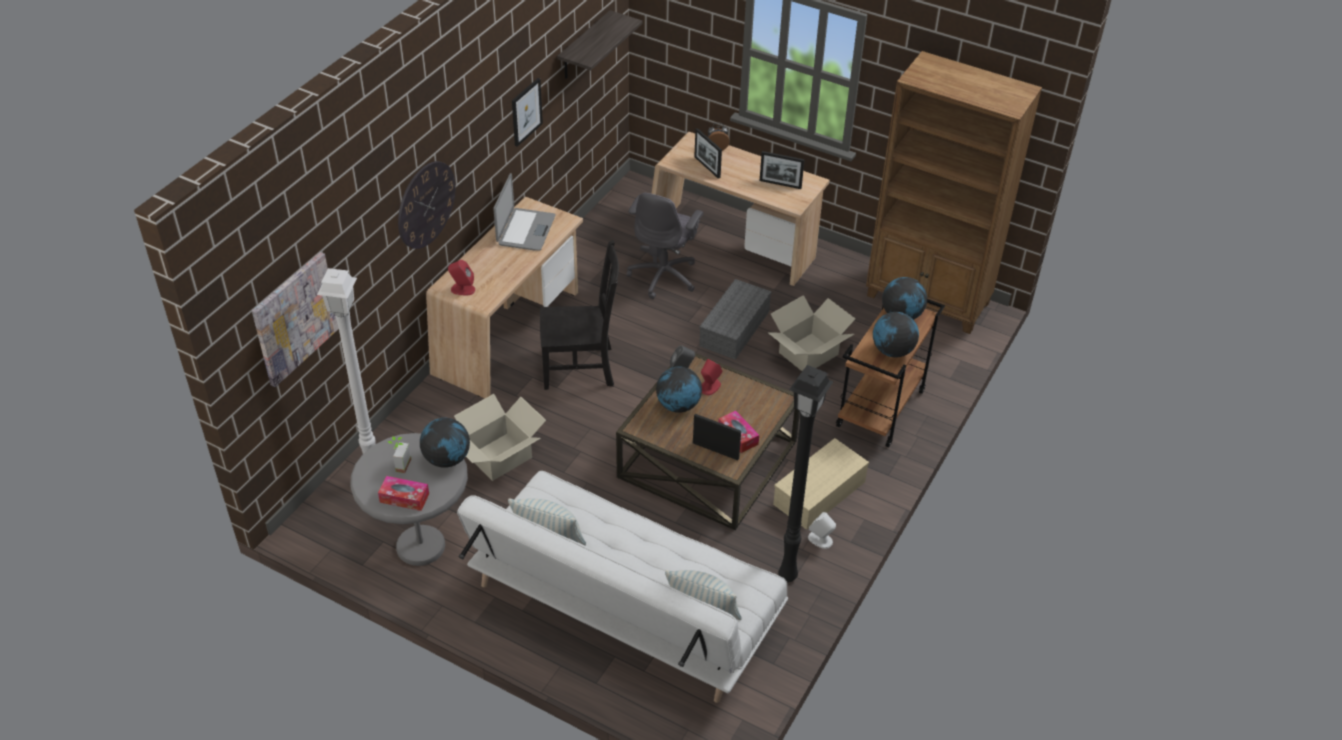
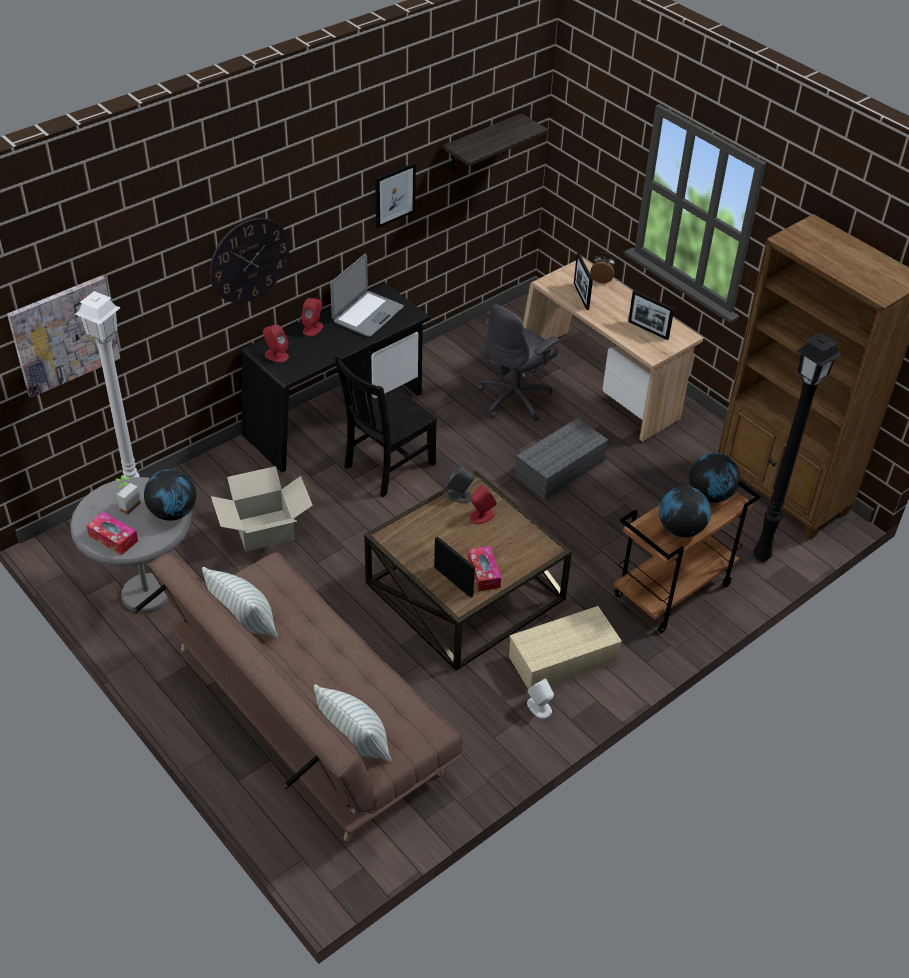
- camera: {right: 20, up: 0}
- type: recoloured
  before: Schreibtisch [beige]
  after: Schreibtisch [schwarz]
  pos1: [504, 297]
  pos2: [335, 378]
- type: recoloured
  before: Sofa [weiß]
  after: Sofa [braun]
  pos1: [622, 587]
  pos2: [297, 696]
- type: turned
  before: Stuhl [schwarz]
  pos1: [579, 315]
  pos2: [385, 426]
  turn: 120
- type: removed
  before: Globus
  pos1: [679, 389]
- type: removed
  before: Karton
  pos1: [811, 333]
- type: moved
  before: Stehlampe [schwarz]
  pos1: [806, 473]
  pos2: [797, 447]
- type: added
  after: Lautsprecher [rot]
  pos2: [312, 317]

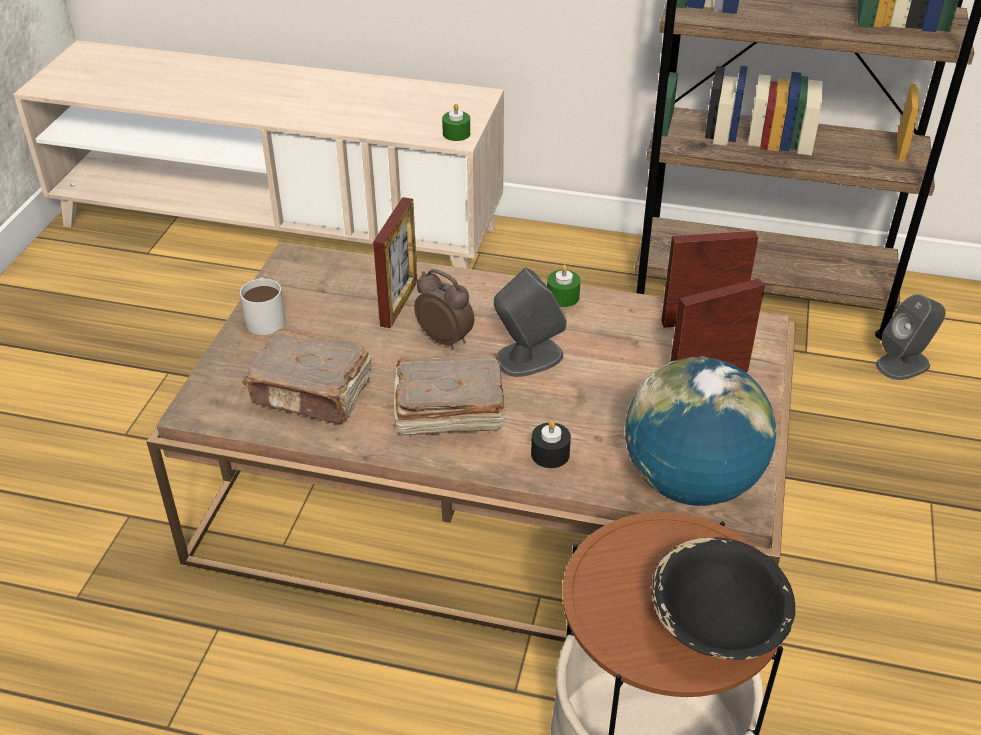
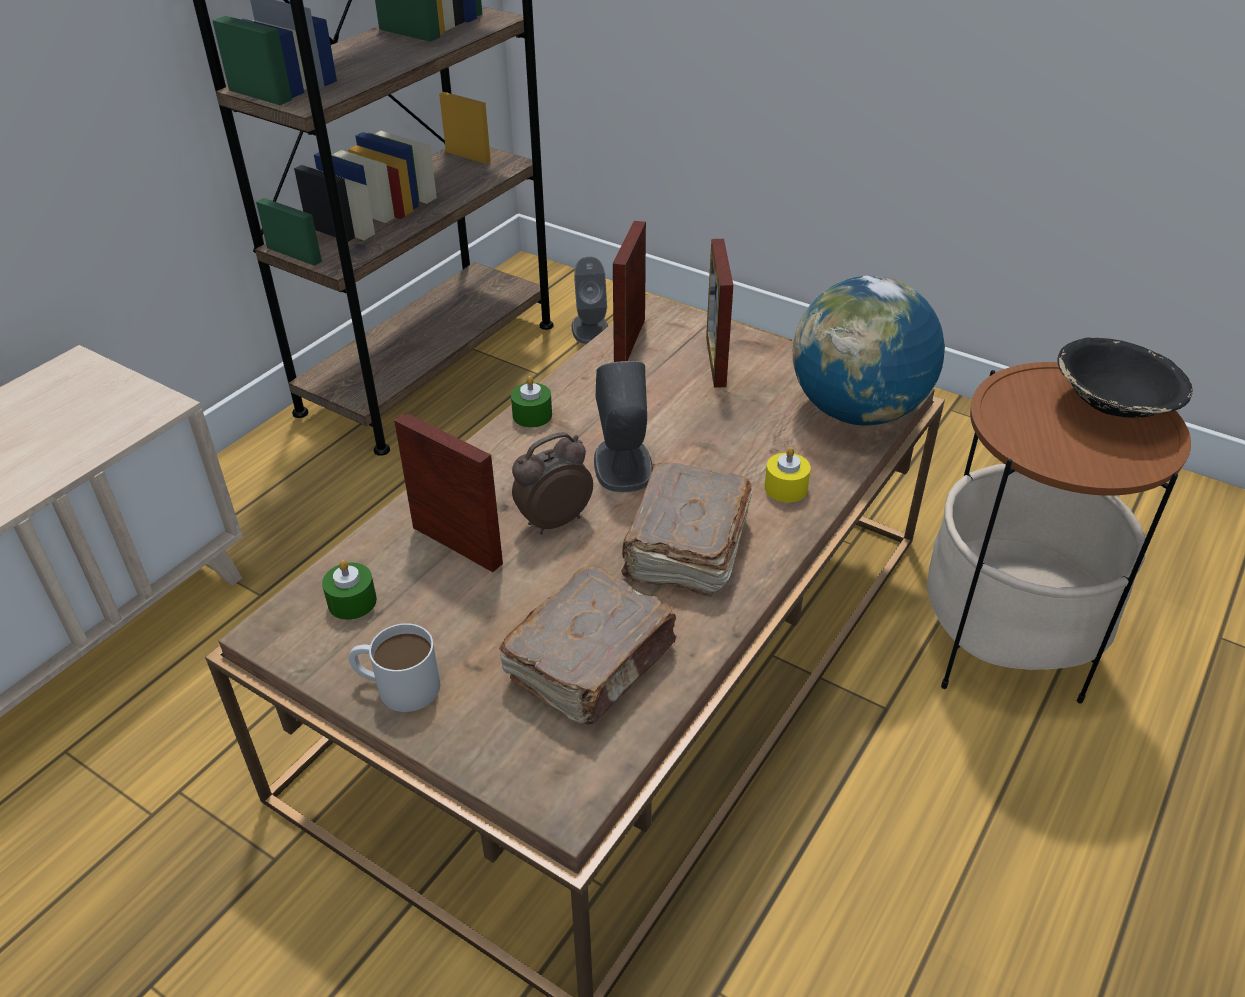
- camera: {right: -70, up: 0}
- type: moved
  before: Kerze [grün]
  pos1: [456, 122]
  pos2: [349, 590]
- type: recoloured
  before: Kerze [schwarz]
  after: Kerze [gelb]
  pos1: [551, 444]
  pos2: [787, 474]

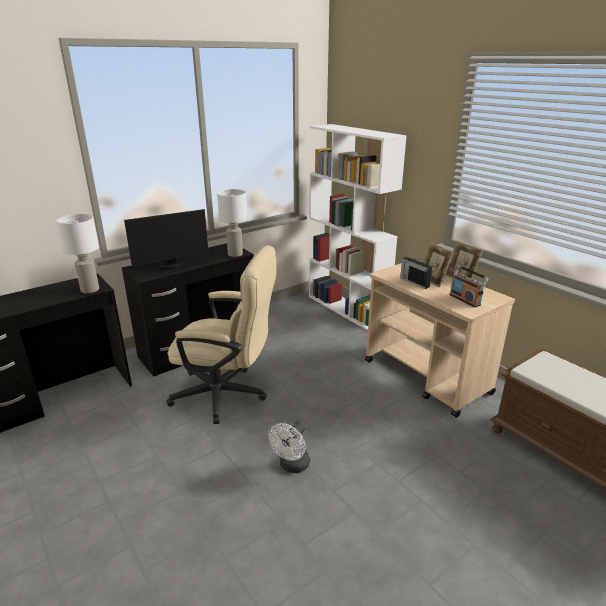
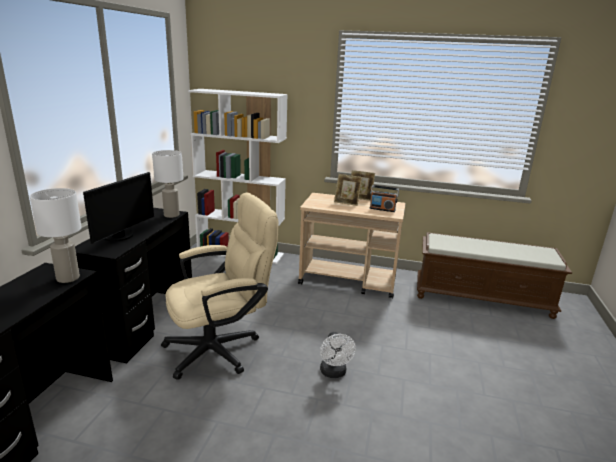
- camera: {right: -40, up: -5}
- type: removed
  before: Radio
  pos1: [416, 273]

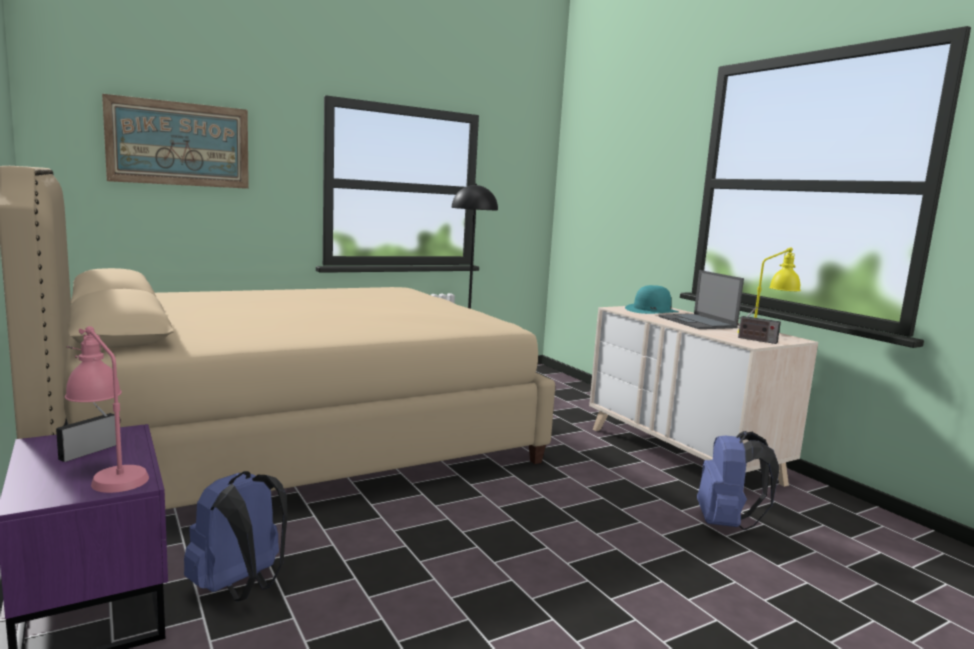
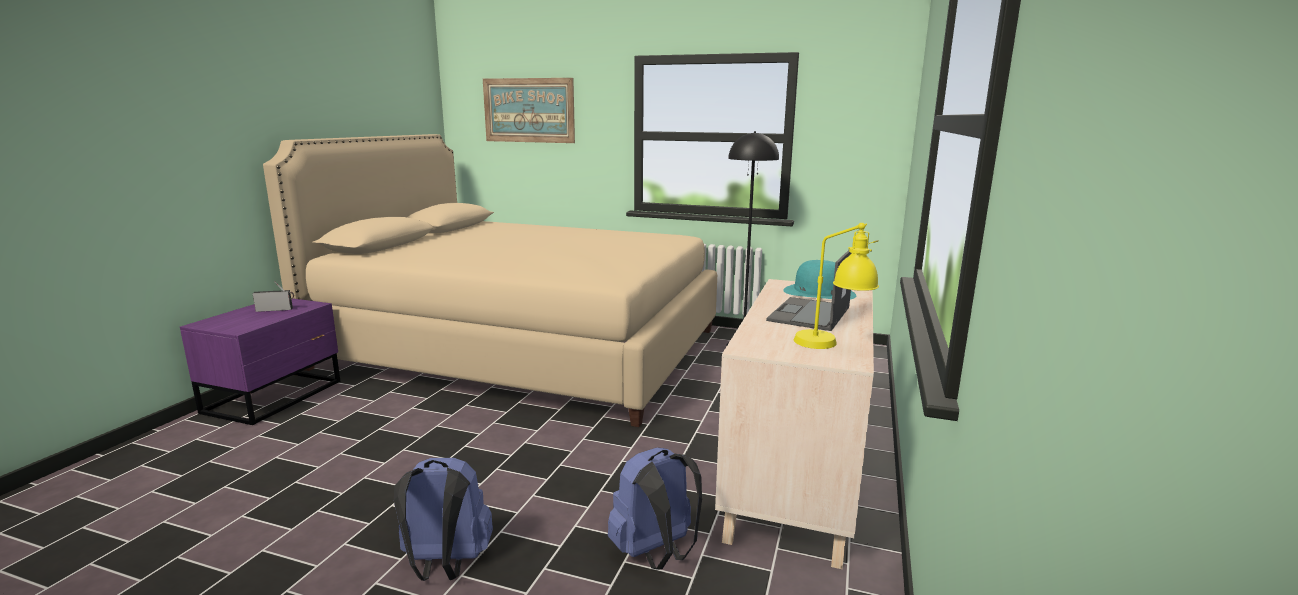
- camera: {right: 50, up: 5}
- type: removed
  before: Tischlampe [rosa]
  pos1: [107, 409]
- type: moved
  before: Rucksack [blau]
  pos1: [236, 536]
  pos2: [443, 519]
- type: removed
  before: Radio
  pos1: [759, 325]

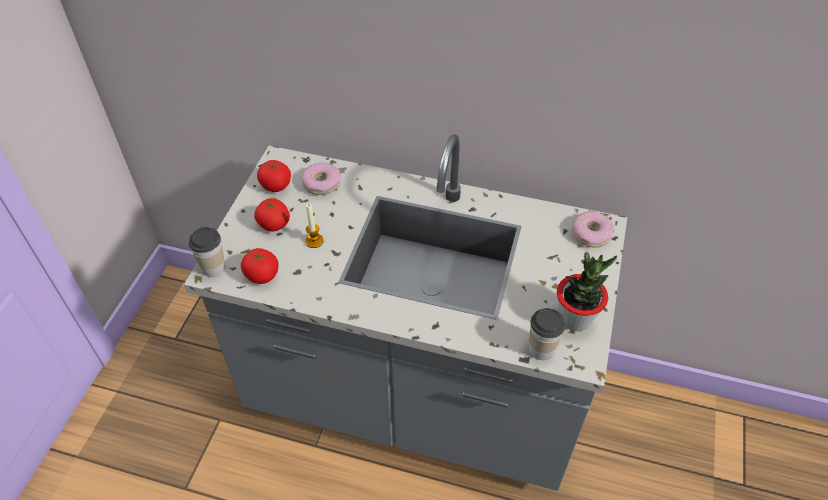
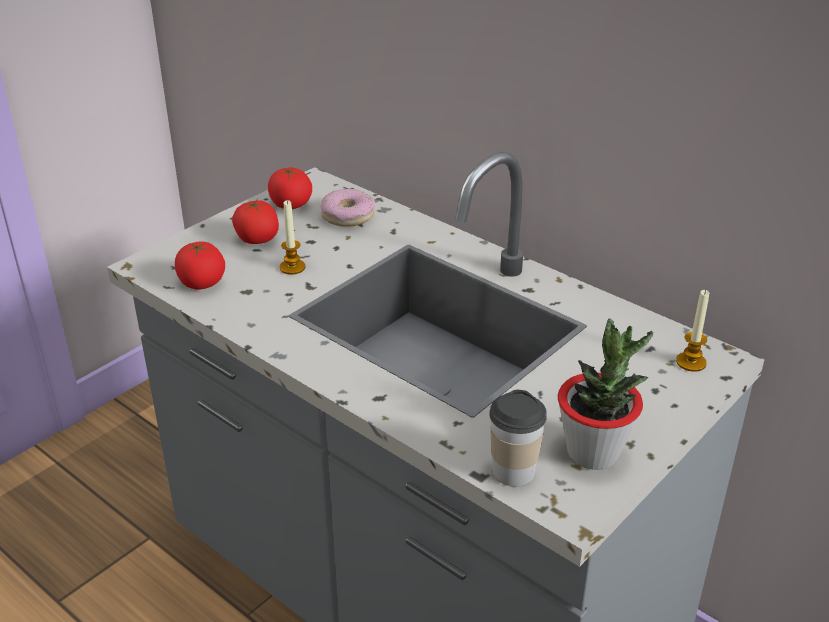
- camera: {right: 25, up: -15}
- type: removed
  before: Tasse
  pos1: [207, 252]
- type: replaced
  before: Donut
  after: Kerze
  pos1: [593, 229]
  pos2: [692, 331]

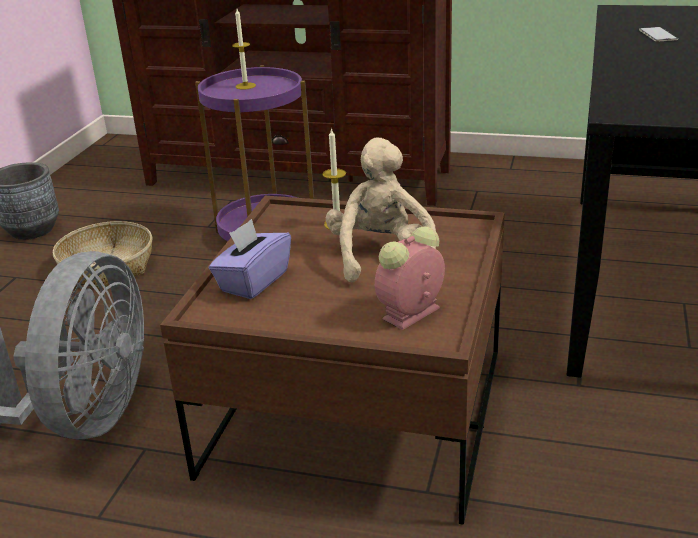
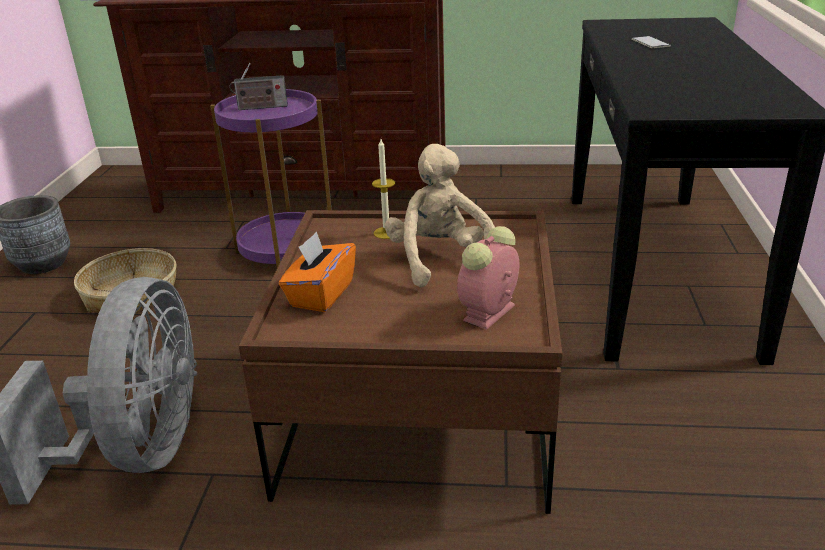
- camera: {right: -10, up: 0}
- type: recoloured
  before: Taschentuchbox [lila]
  after: Taschentuchbox [orange]
  pos1: [250, 259]
  pos2: [317, 271]
- type: replaced
  before: Kerze
  after: Radio
  pos1: [244, 49]
  pos2: [258, 86]

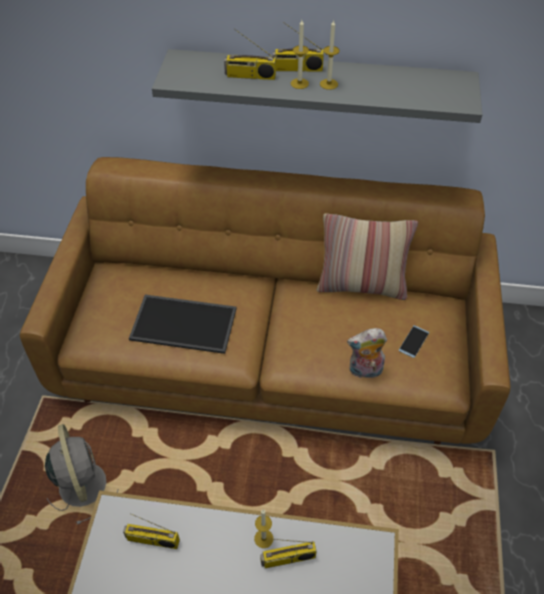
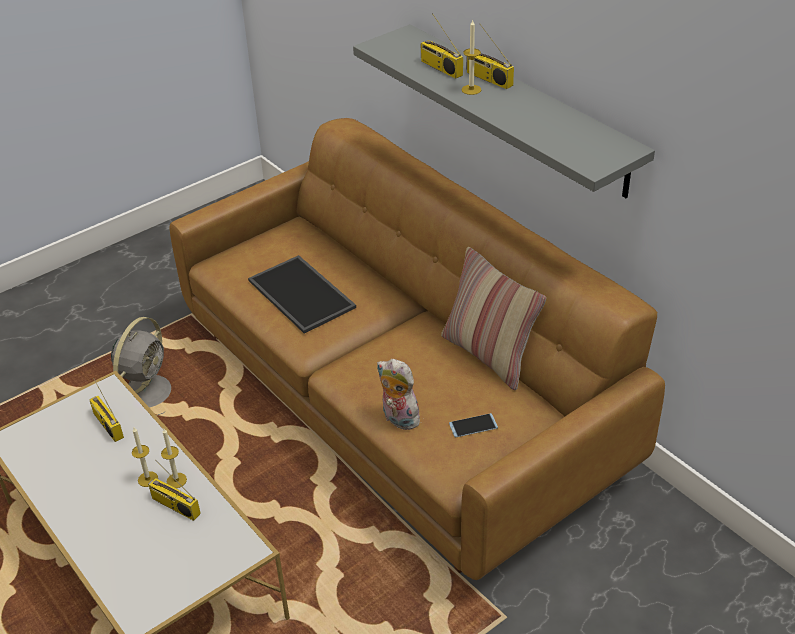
- camera: {right: 45, up: -10}
- type: moved
  before: Kerze
  pos1: [329, 54]
  pos2: [145, 457]

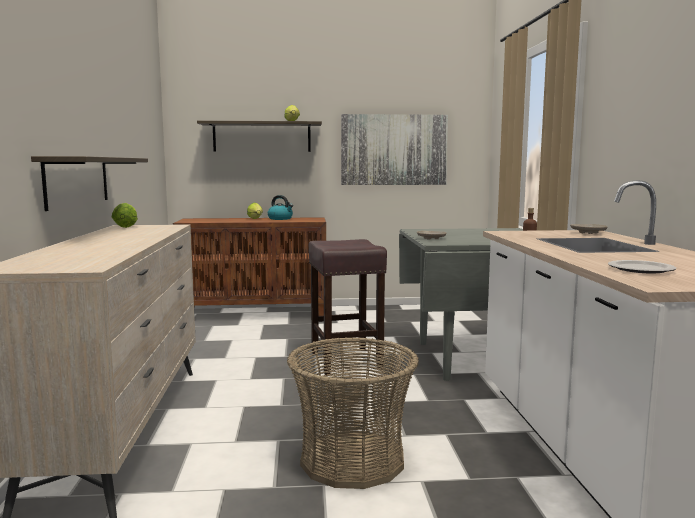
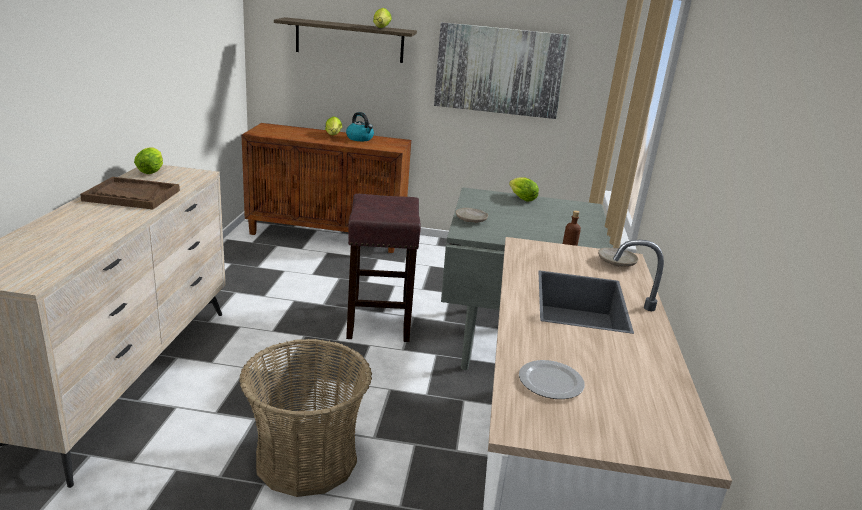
- camera: {right: 10, up: 15}
- type: removed
  before: Wandregal
  pos1: [89, 183]
- type: added
  after: Tablett [braun]
  pos2: [130, 193]
- type: added
  after: Salatkopf
  pos2: [524, 189]

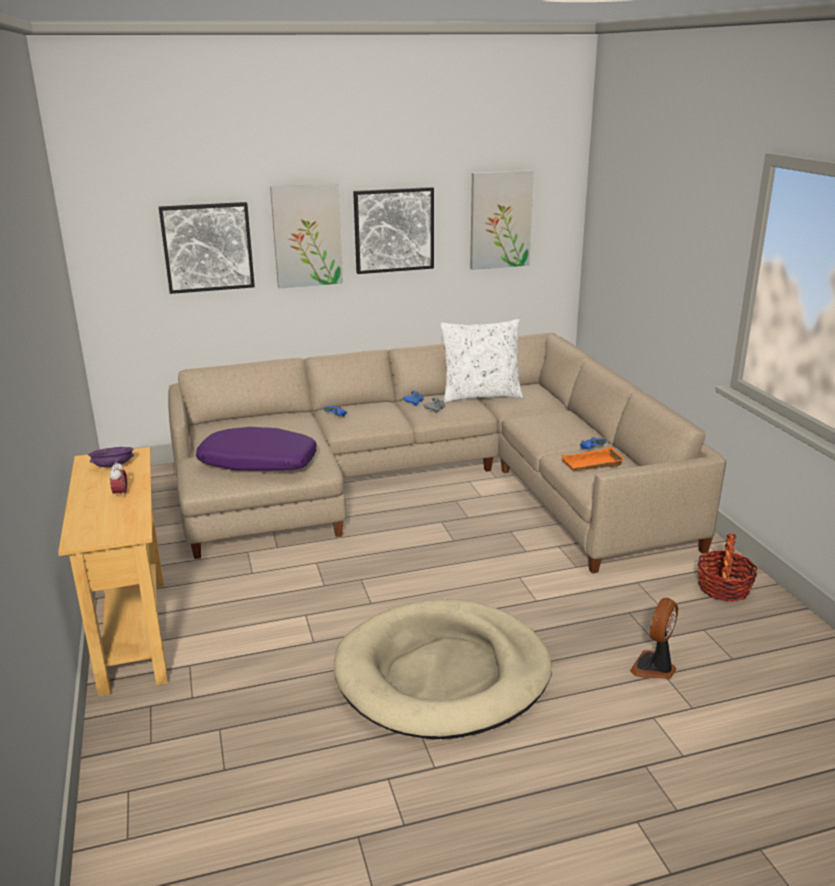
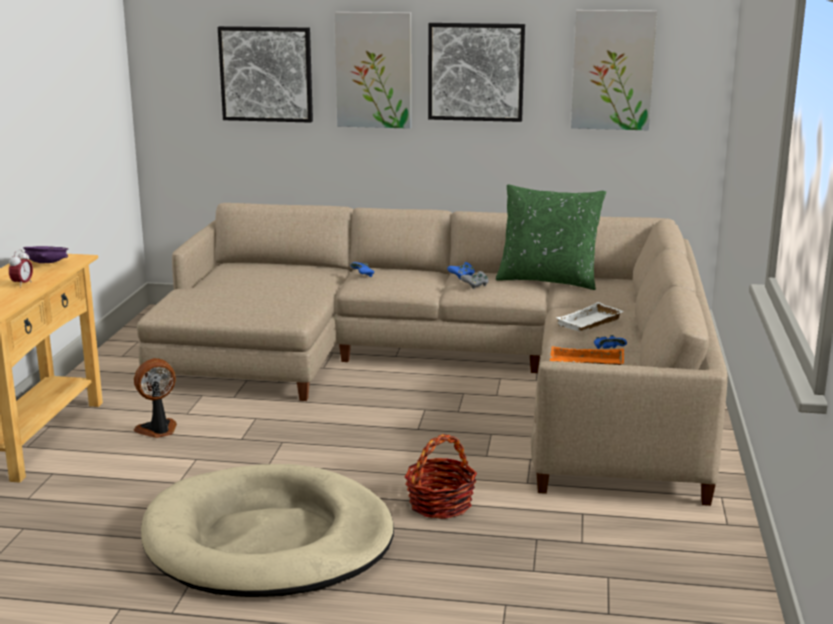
- camera: {right: 25, up: -5}
- type: removed
  before: Kissen [lila]
  pos1: [256, 449]
- type: recoloured
  before: Kissen [weiß]
  after: Kissen [grün]
  pos1: [481, 360]
  pos2: [551, 237]
- type: moved
  before: Ventilator
  pos1: [654, 638]
  pos2: [155, 398]
- type: moved
  before: Korb
  pos1: [727, 568]
  pos2: [440, 476]
- type: added
  after: Tablett [weiß]
  pos2: [590, 317]

